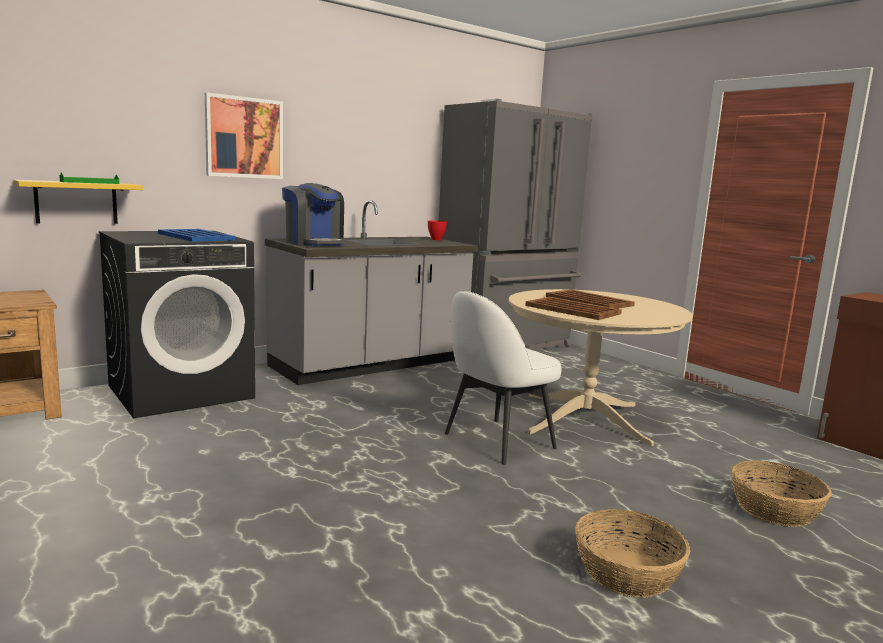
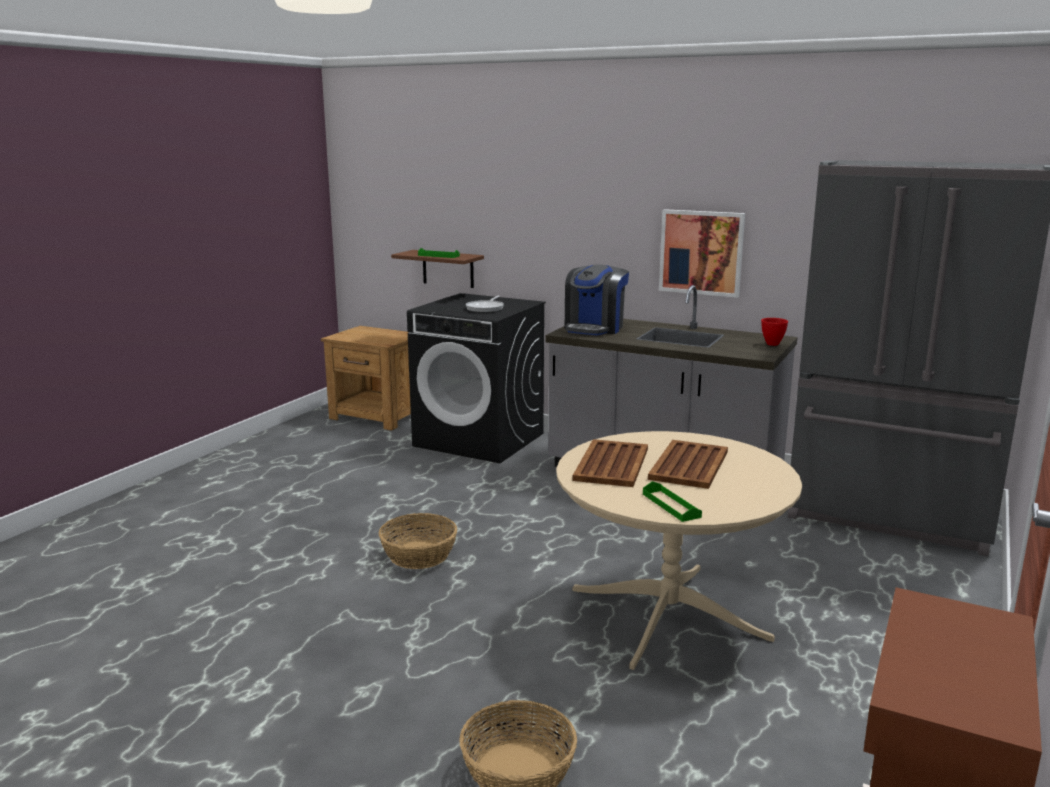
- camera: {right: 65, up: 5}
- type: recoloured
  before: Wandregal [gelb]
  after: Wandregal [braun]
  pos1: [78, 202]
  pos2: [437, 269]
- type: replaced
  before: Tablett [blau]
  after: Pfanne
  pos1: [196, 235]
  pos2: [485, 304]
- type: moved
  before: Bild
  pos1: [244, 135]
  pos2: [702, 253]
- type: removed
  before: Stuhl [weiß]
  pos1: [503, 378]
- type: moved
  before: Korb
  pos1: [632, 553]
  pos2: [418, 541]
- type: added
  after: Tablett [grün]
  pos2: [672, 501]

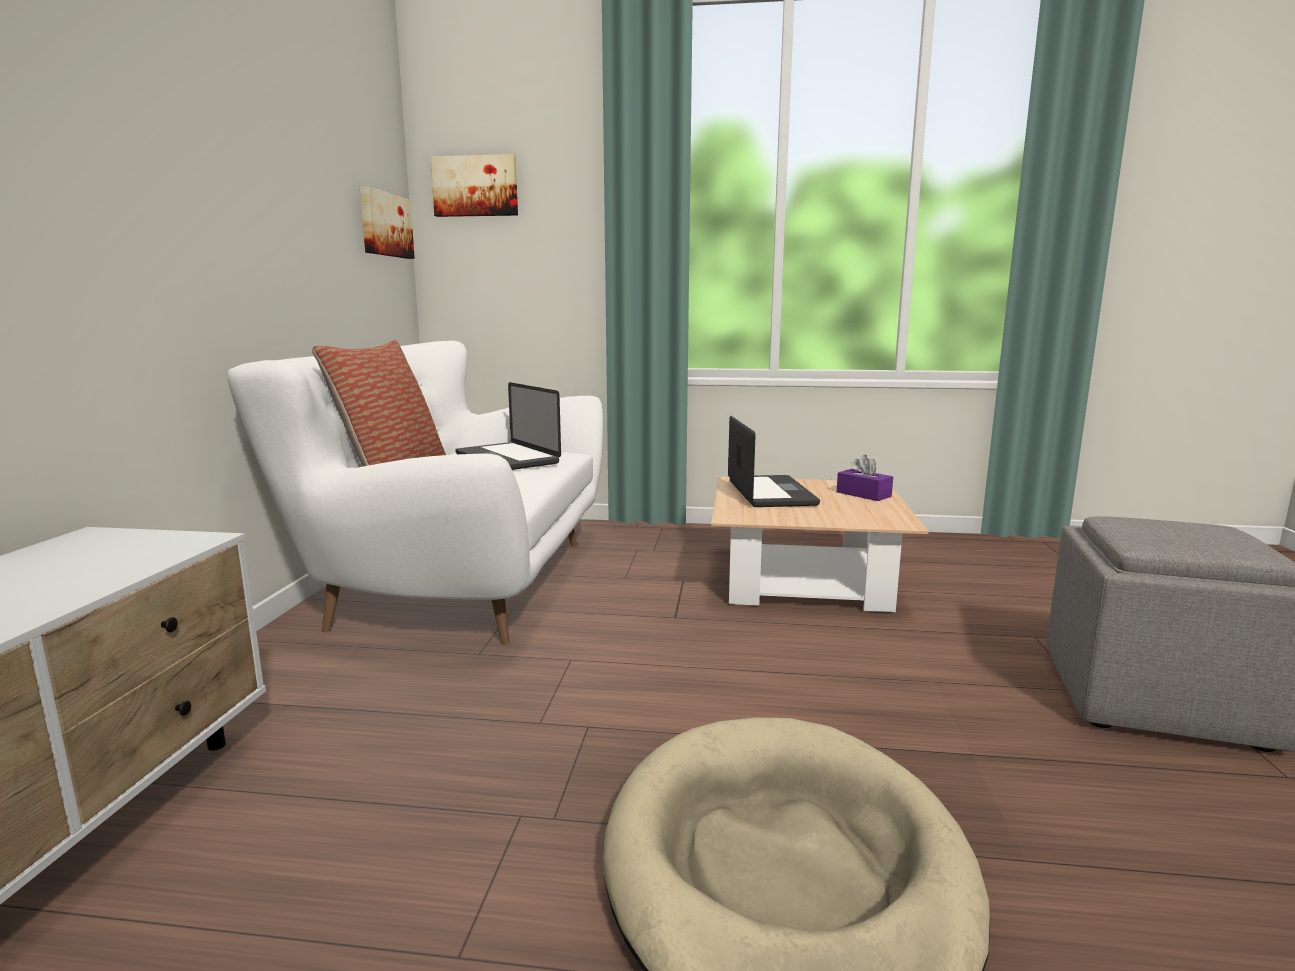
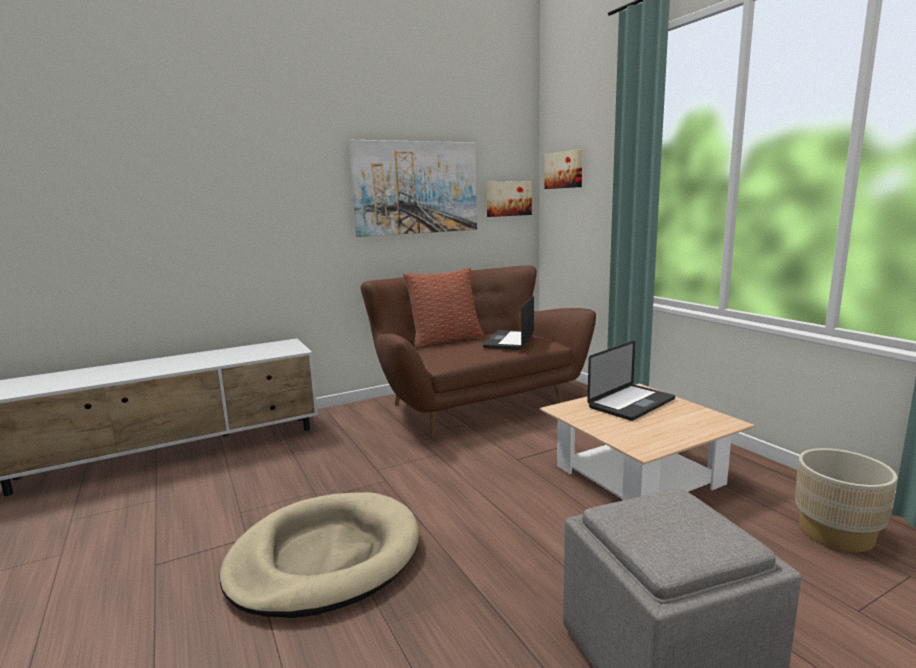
- camera: {right: 55, up: 0}
- type: recoloured
  before: Sofa [weiß]
  after: Sofa [braun]
  pos1: [415, 493]
  pos2: [478, 351]
- type: removed
  before: Taschentuchbox [lila]
  pos1: [865, 478]
- type: added
  after: Bild
  pos2: [413, 188]
- type: added
  after: Pflanzkübel [beige]
  pos2: [846, 500]

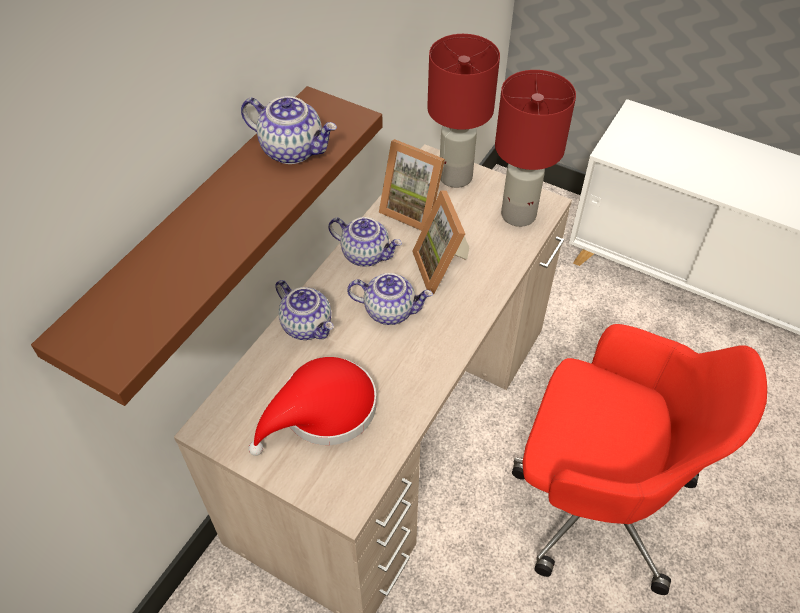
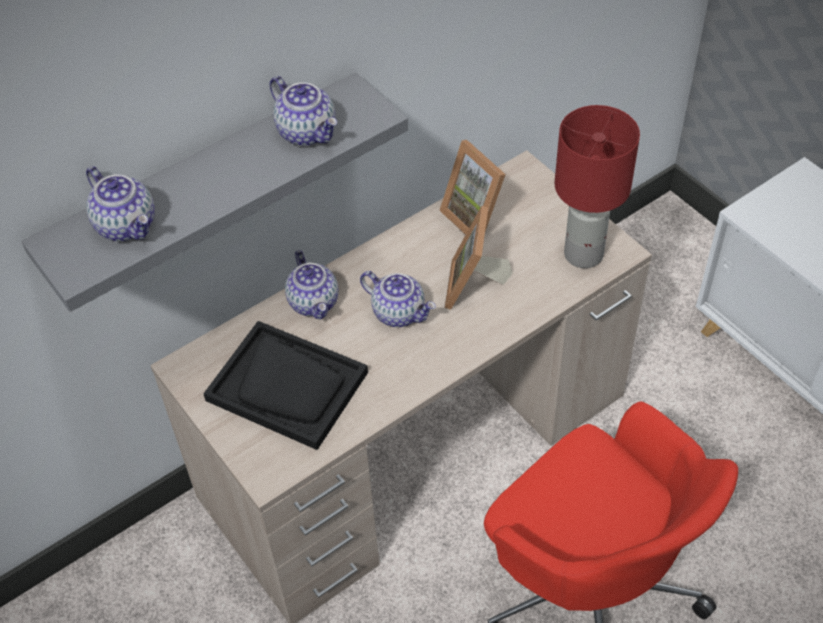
- camera: {right: 25, up: 0}
- type: recoloured
  before: Wandregal [braun]
  after: Wandregal [grau]
  pos1: [207, 246]
  pos2: [215, 192]
- type: replaced
  before: Hut [rot]
  after: Tablett [schwarz]
  pos1: [312, 406]
  pos2: [285, 385]
- type: moved
  before: Teekanne
  pos1: [365, 242]
  pos2: [120, 203]
- type: removed
  before: Tischlampe [rot]
  pos1: [463, 111]

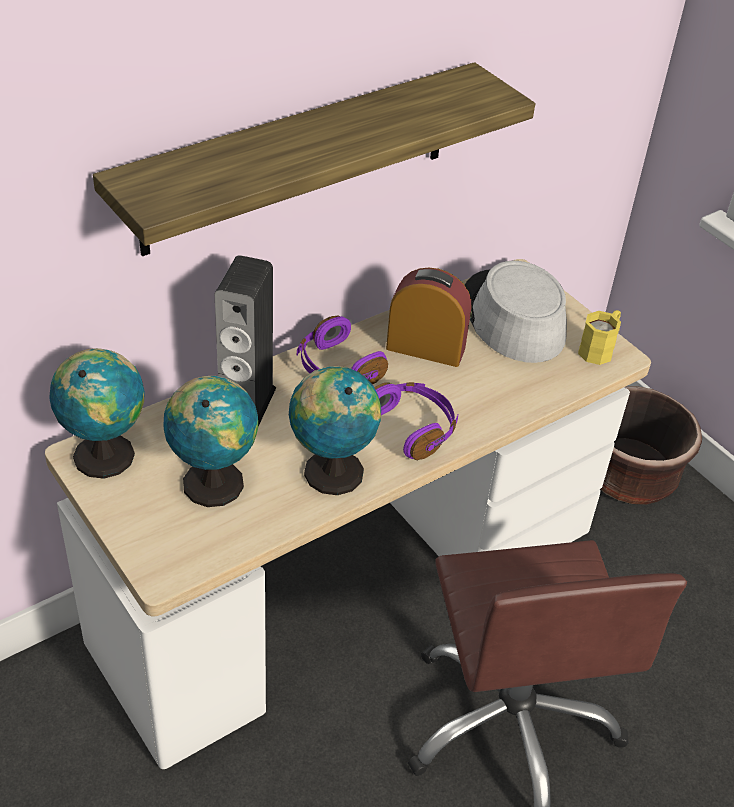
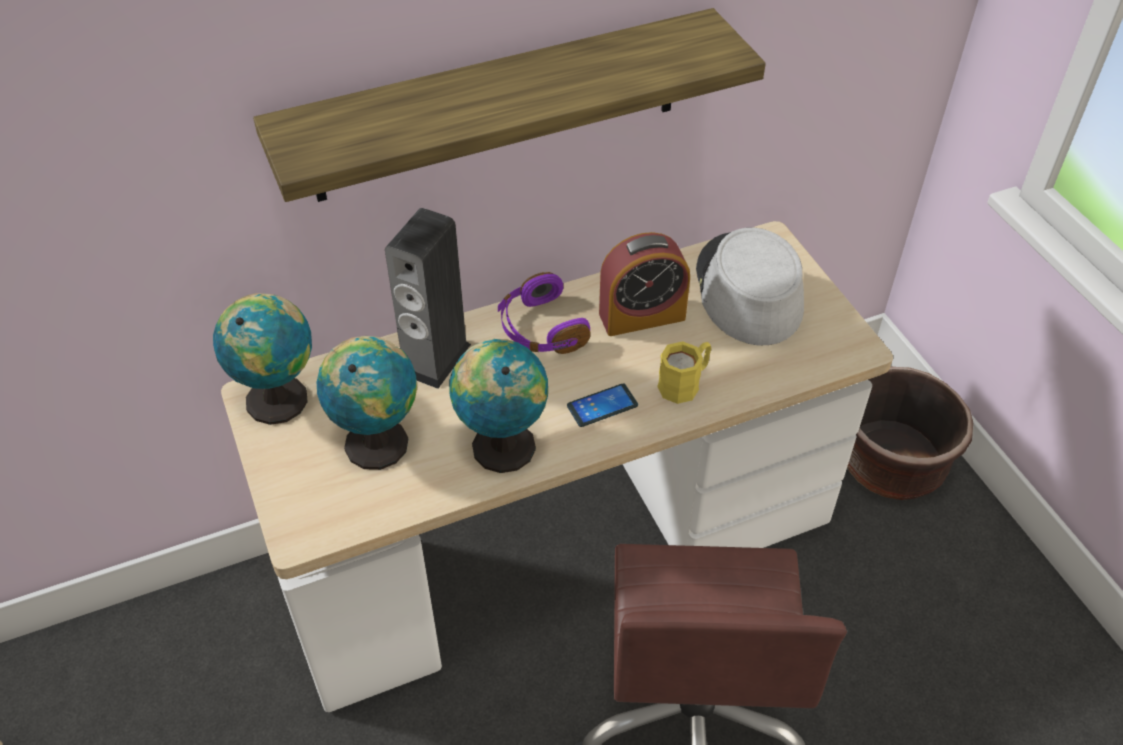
- camera: {right: 15, up: 5}
- type: replaced
  before: Kopfhörer [lila]
  after: Handy
  pos1: [416, 421]
  pos2: [602, 405]
- type: turned
  before: Wecker
  pos1: [428, 317]
  pos2: [644, 284]
  turn: 135
- type: moved
  before: Henkelbecher [gelb]
  pos1: [599, 337]
  pos2: [684, 372]

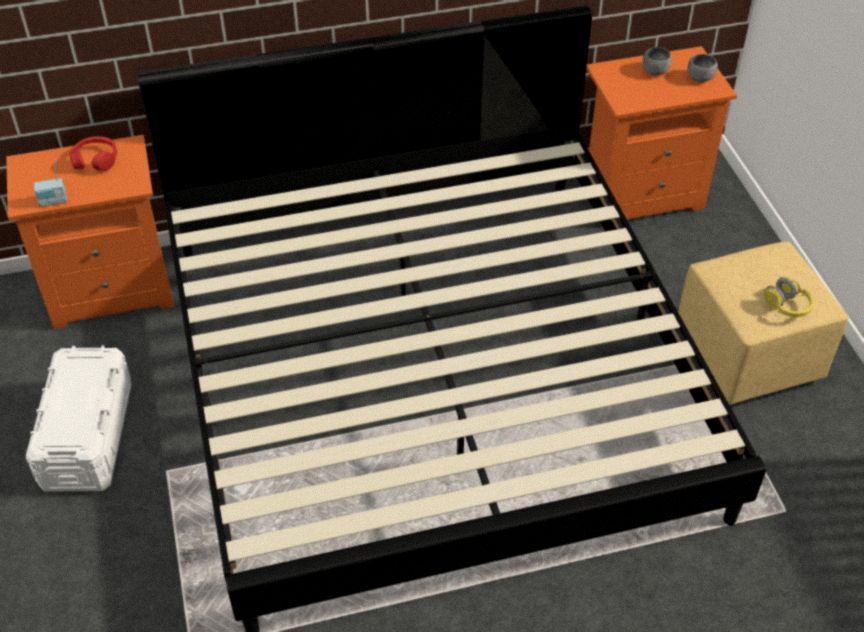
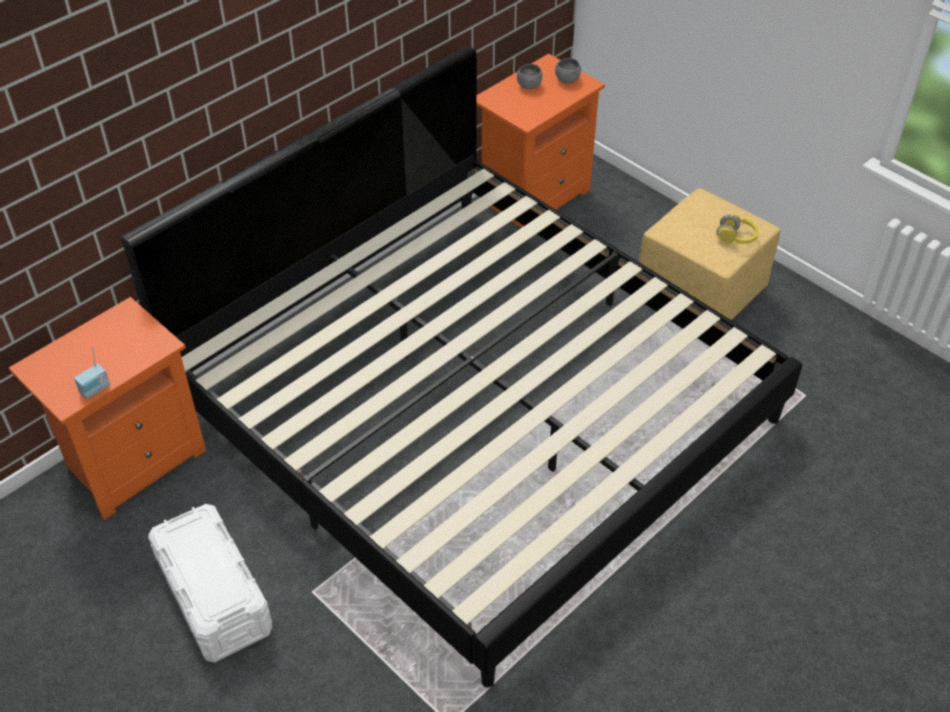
- camera: {right: -30, up: 0}
- type: removed
  before: Kopfhörer [rot]
  pos1: [93, 153]

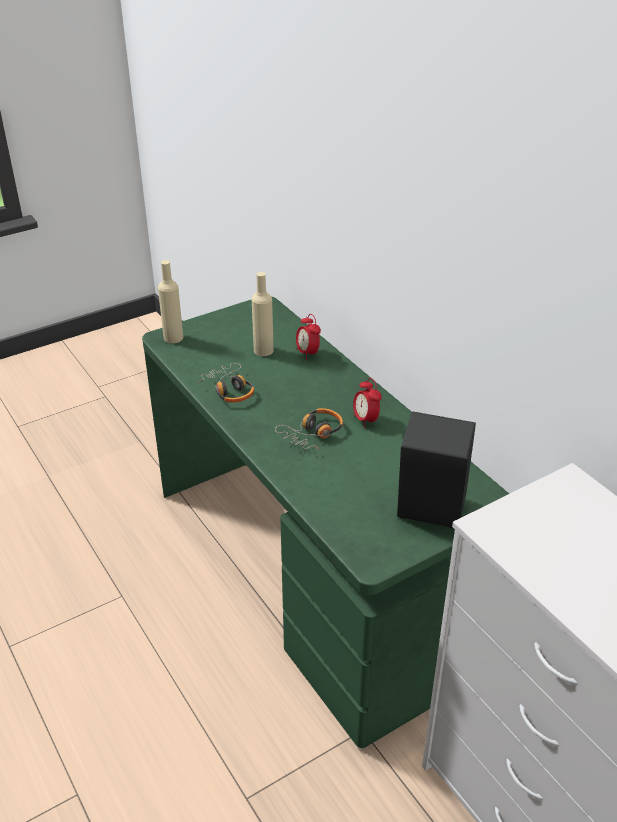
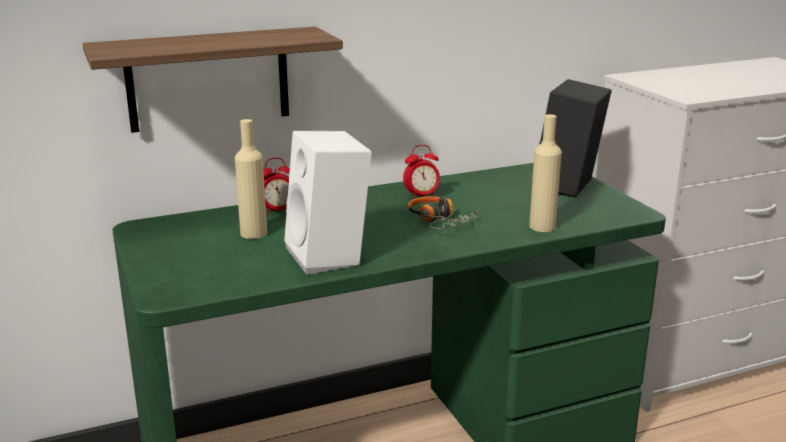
- camera: {right: -80, up: -15}
- type: moved
  before: Flasche [beige]
  pos1: [170, 301]
  pos2: [545, 173]
- type: replaced
  before: Kopfhörer
  after: Lautsprecher [weiß]
  pos1: [225, 383]
  pos2: [328, 203]
- type: added
  after: Wandregal
  pos2: [213, 79]

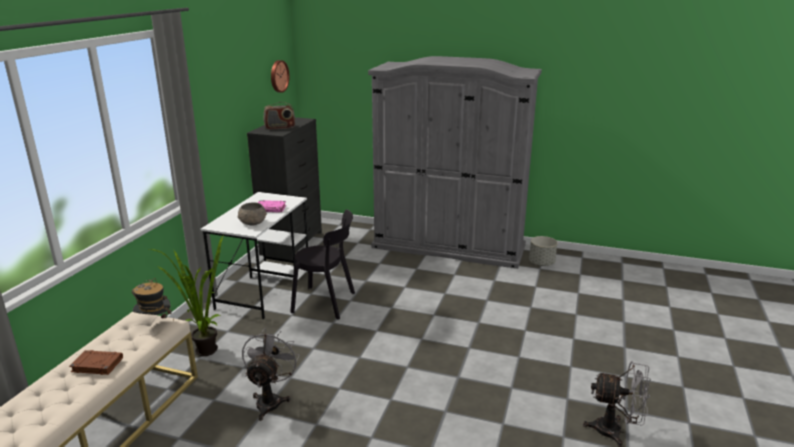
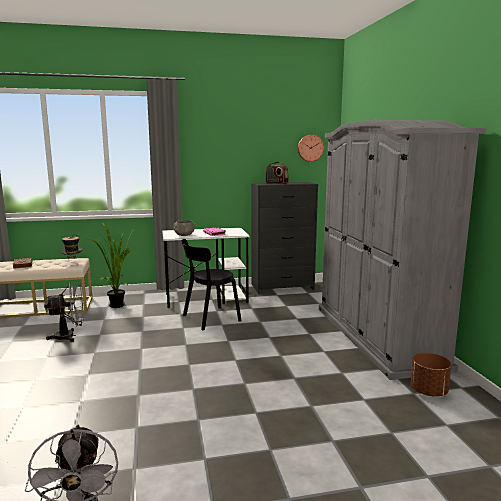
- camera: {right: 60, up: -10}
- type: turned
  before: Stuhl [schwarz]
  pos1: [322, 264]
  pos2: [211, 284]
  turn: 75
- type: recoloured
  before: Pflanzkübel [grau]
  after: Pflanzkübel [braun]
  pos1: [543, 251]
  pos2: [431, 375]

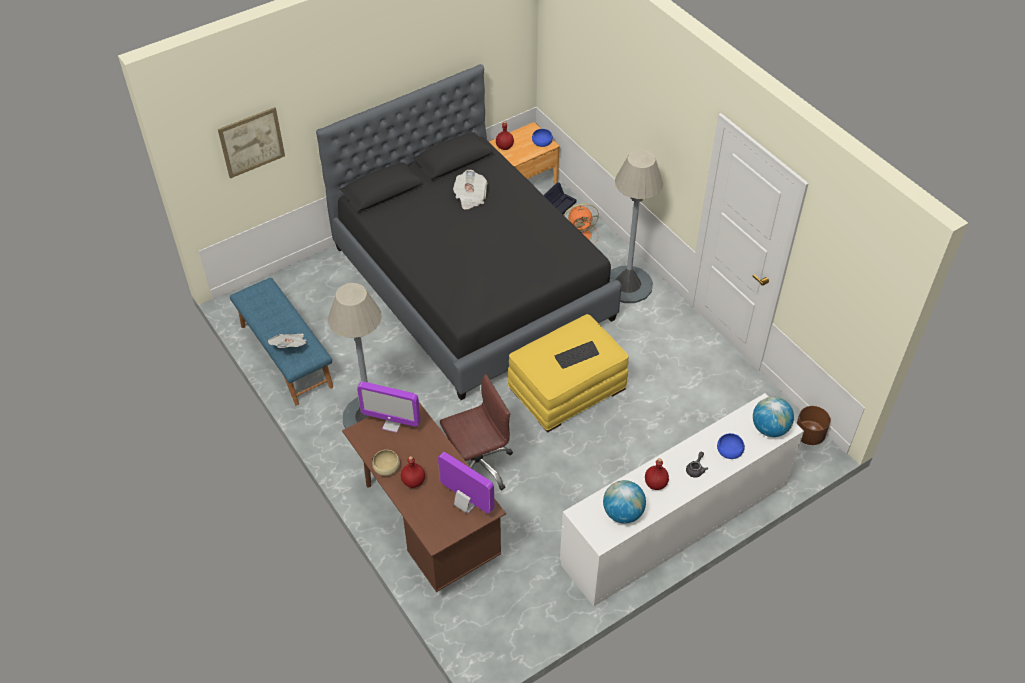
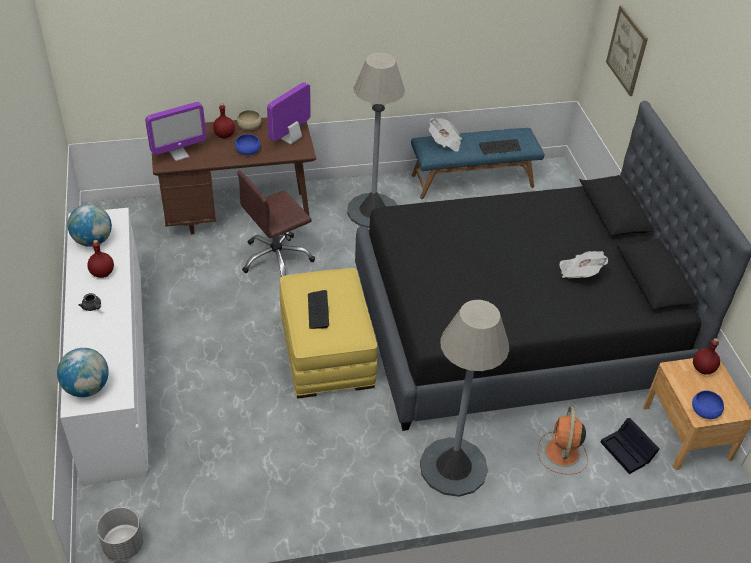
- camera: {right: 110, up: -5}
- type: turned
  before: Bürostuhl [braun]
  pos1: [476, 432]
  pos2: [276, 224]
  turn: 60
- type: moved
  before: Schüssel [blau]
  pos1: [731, 446]
  pos2: [247, 144]
- type: recoloured
  before: Pflanzkübel [braun]
  after: Pflanzkübel [grau]
  pos1: [813, 425]
  pos2: [120, 534]
- type: added
  after: Tastatur
  pos2: [500, 146]

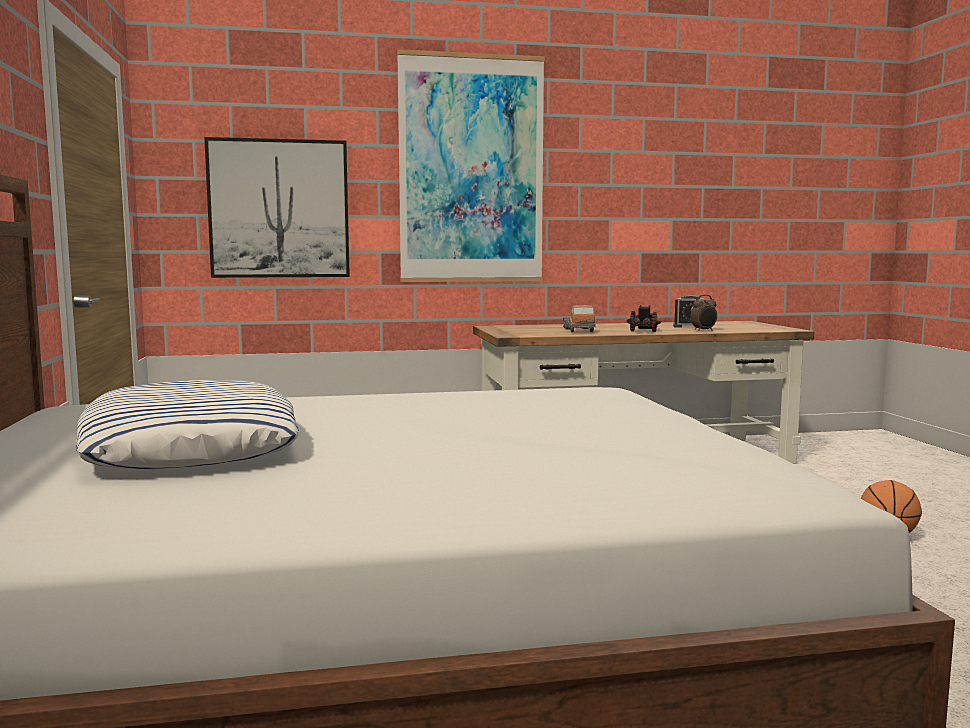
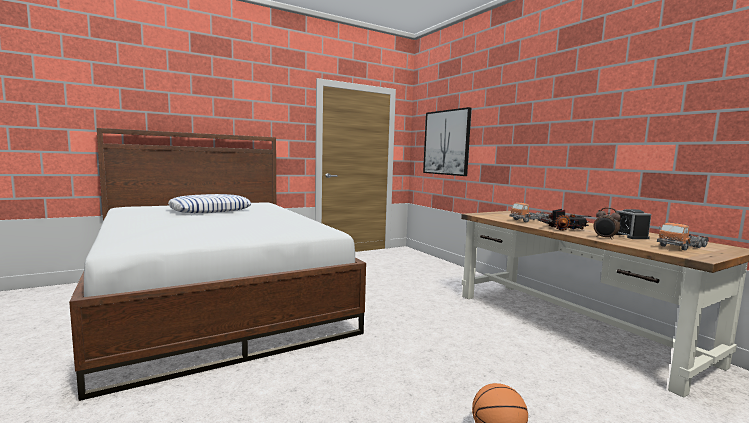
- camera: {right: 70, up: 0}
- type: removed
  before: Bild
  pos1: [471, 165]
- type: added
  after: Spielzeuglaster
  pos2: [683, 237]

